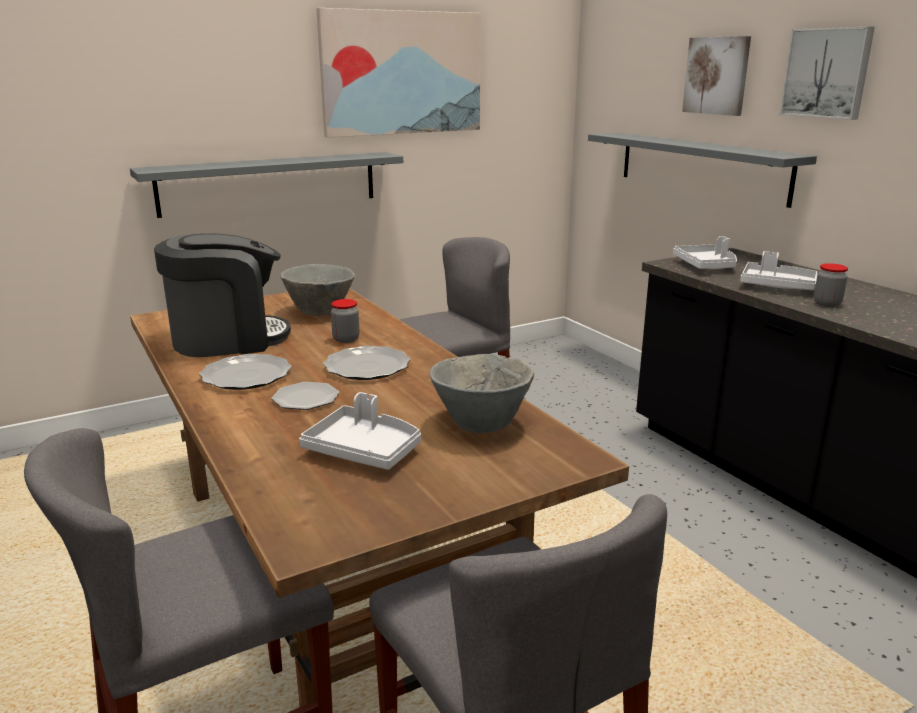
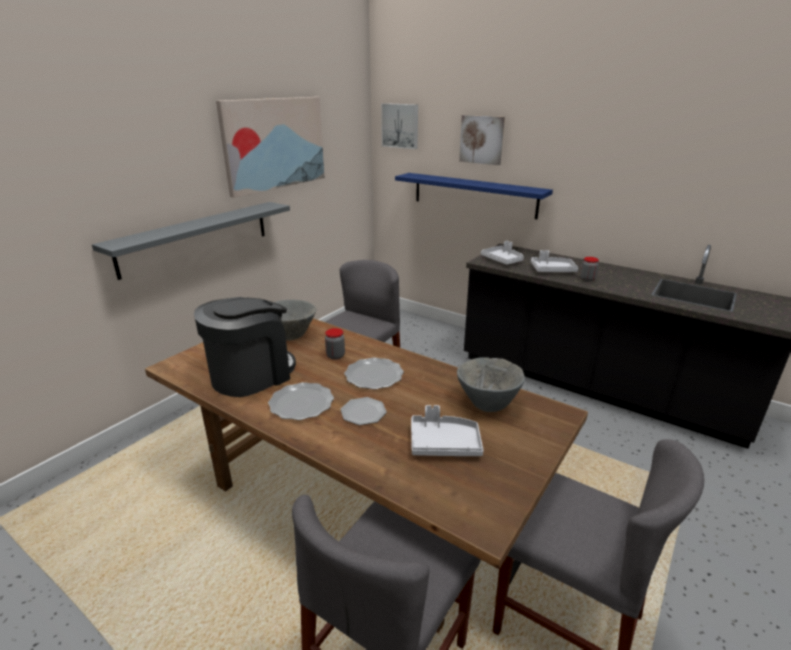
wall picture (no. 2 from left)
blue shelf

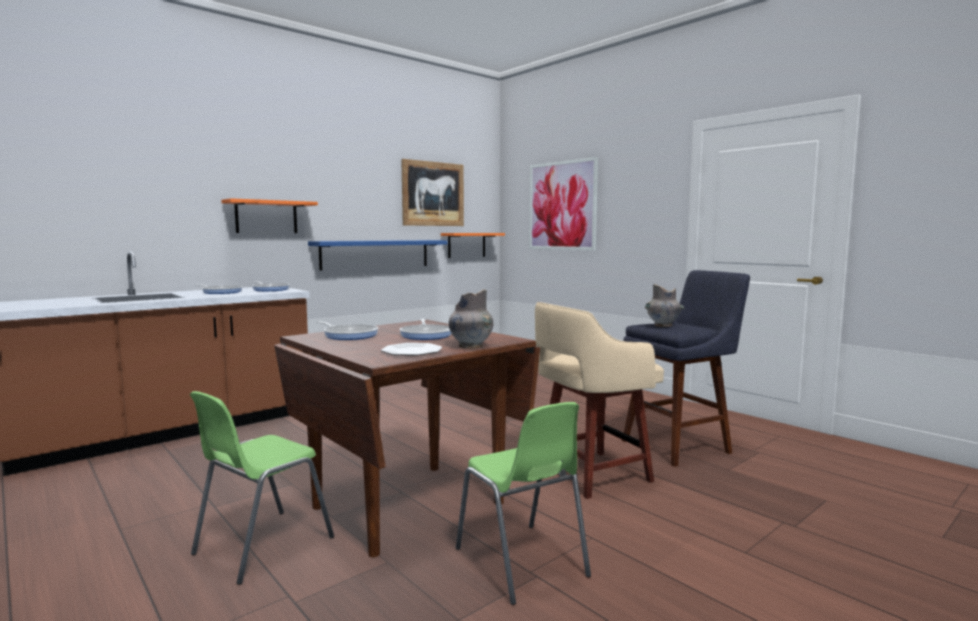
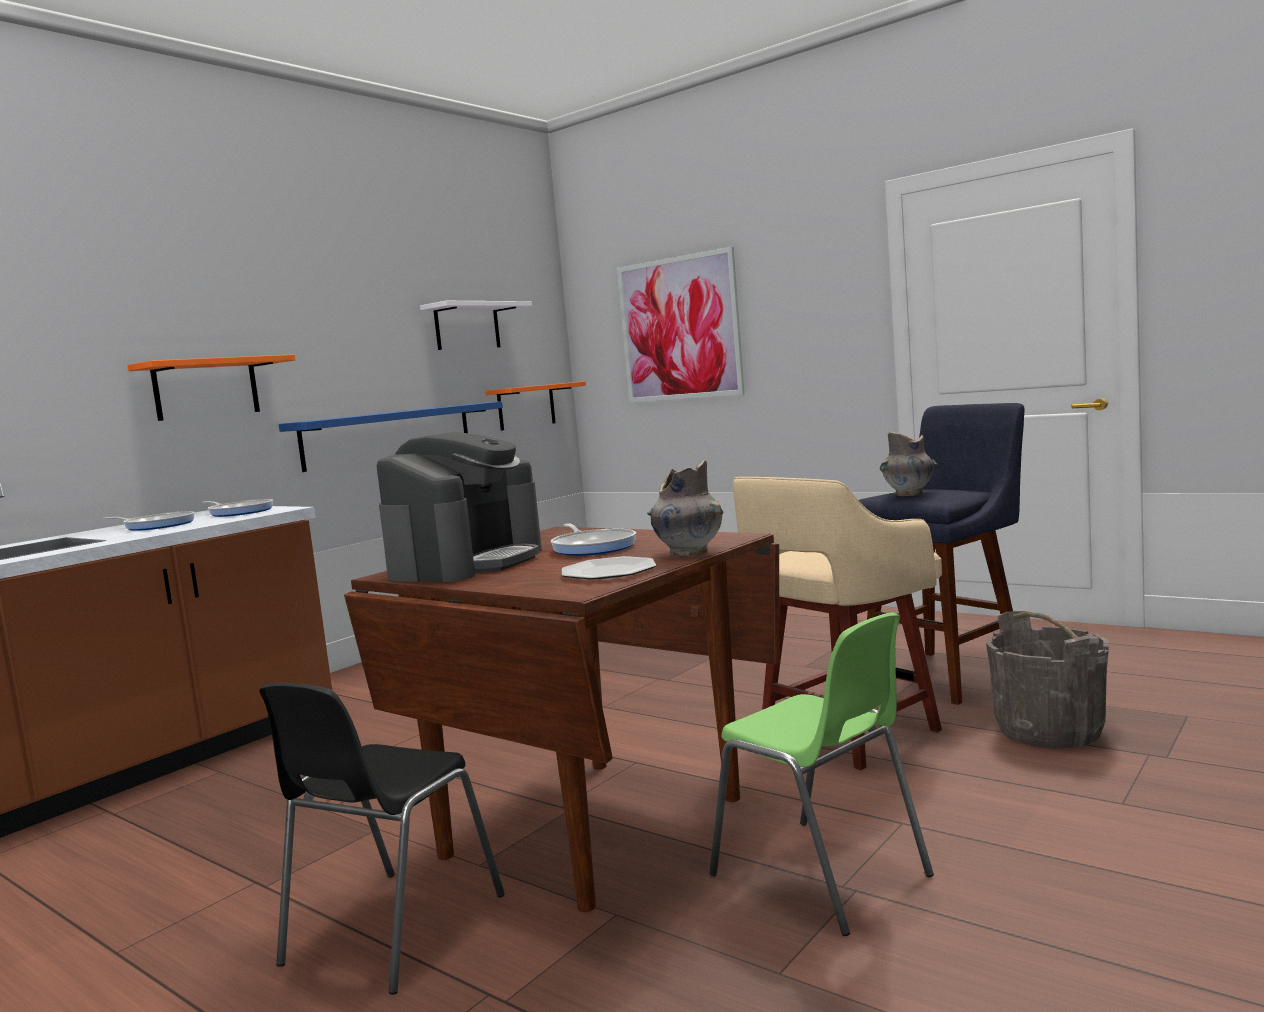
grey pail
coffee maker
white shelf
black chair

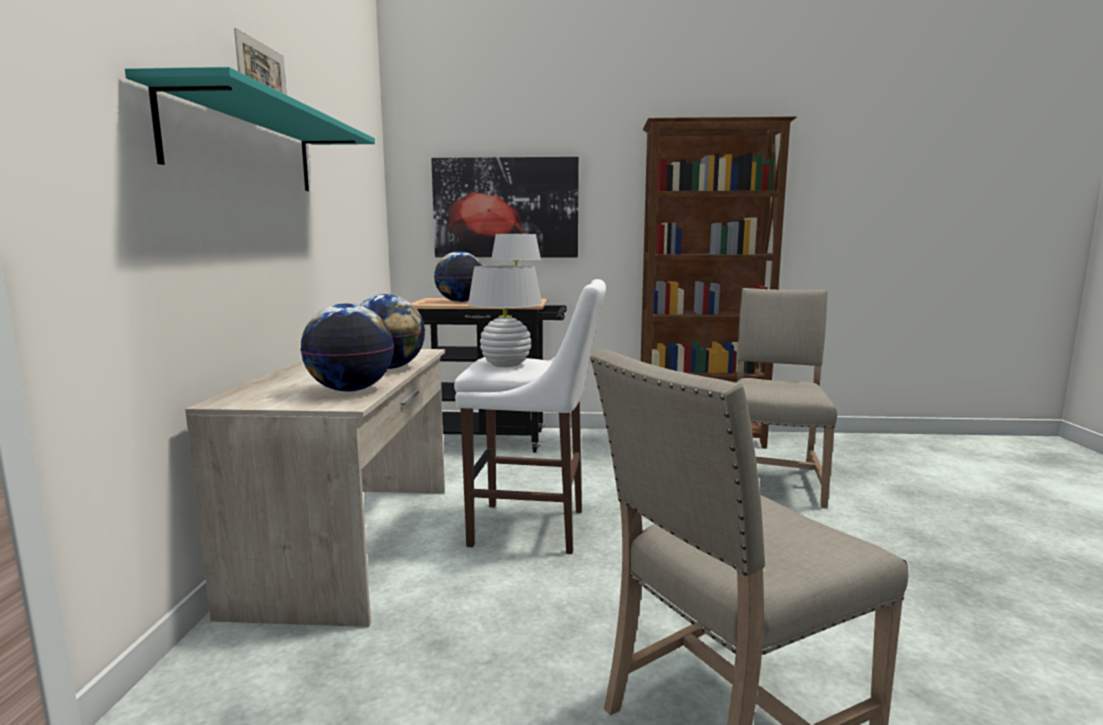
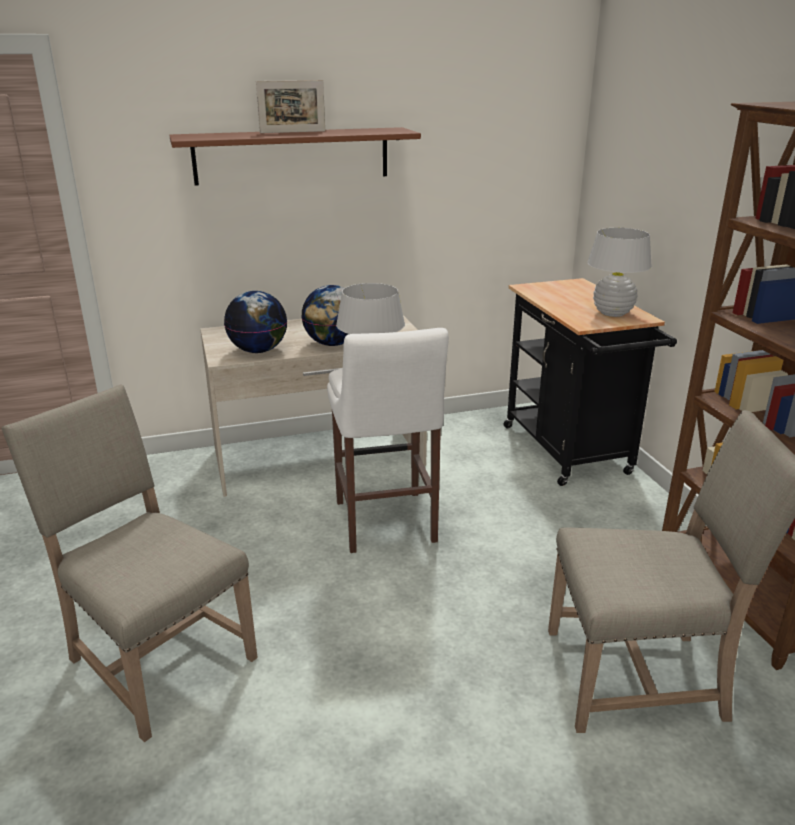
wall picture
world globe (no. 3 from left in the first image)
brown shelf

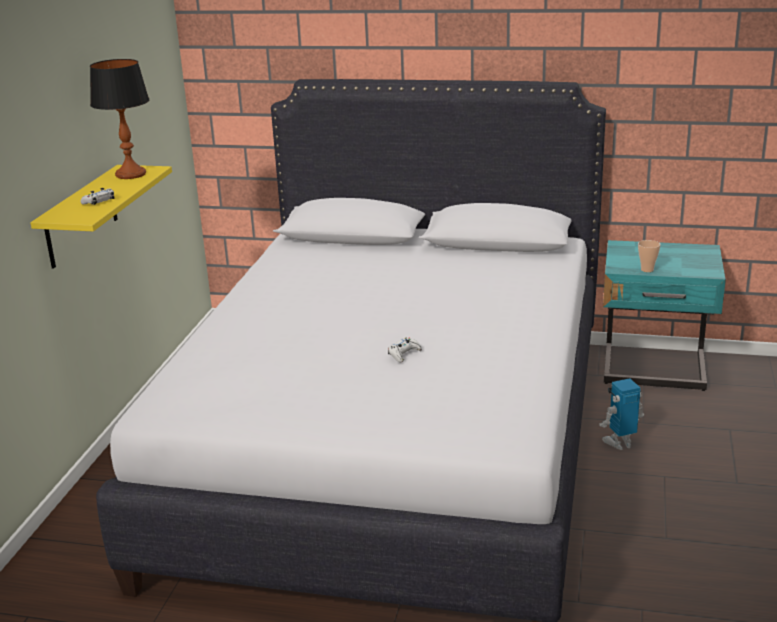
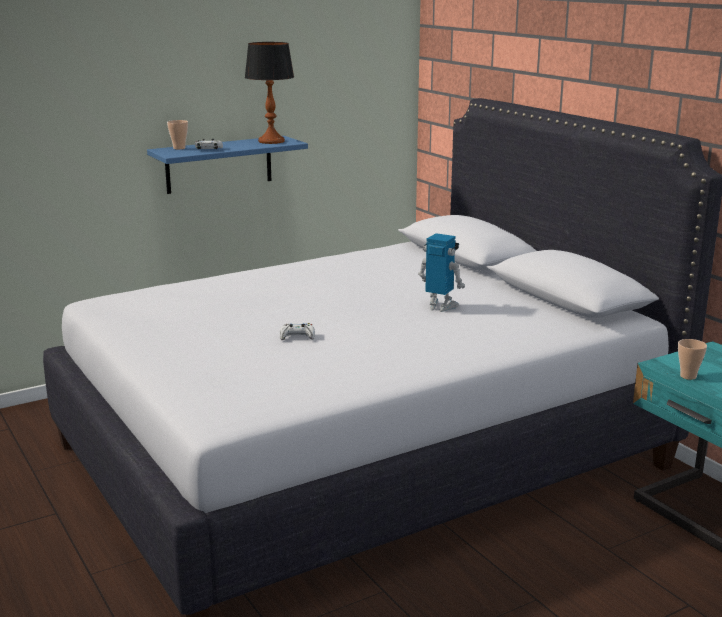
small cup (no. 1 from left)
toy robot
blue shelf

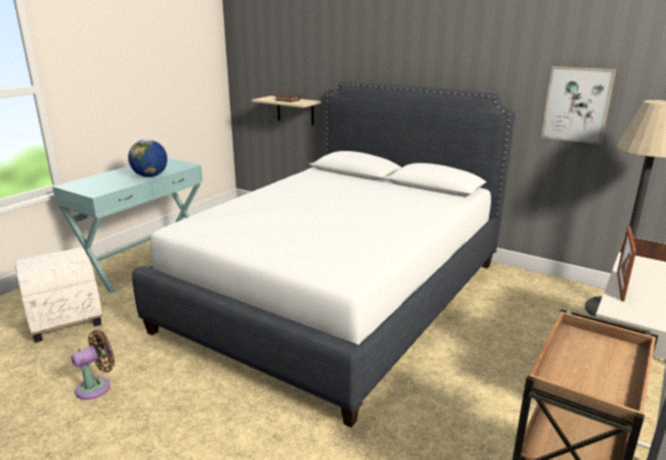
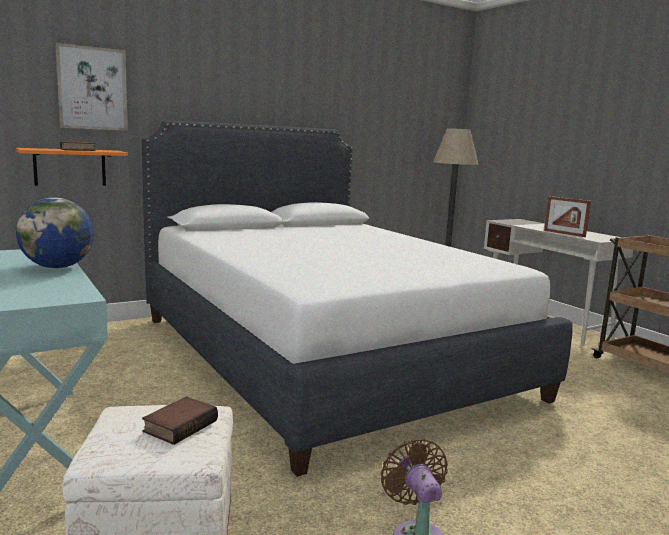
book (no. 2 from left)
wall picture
orange shelf

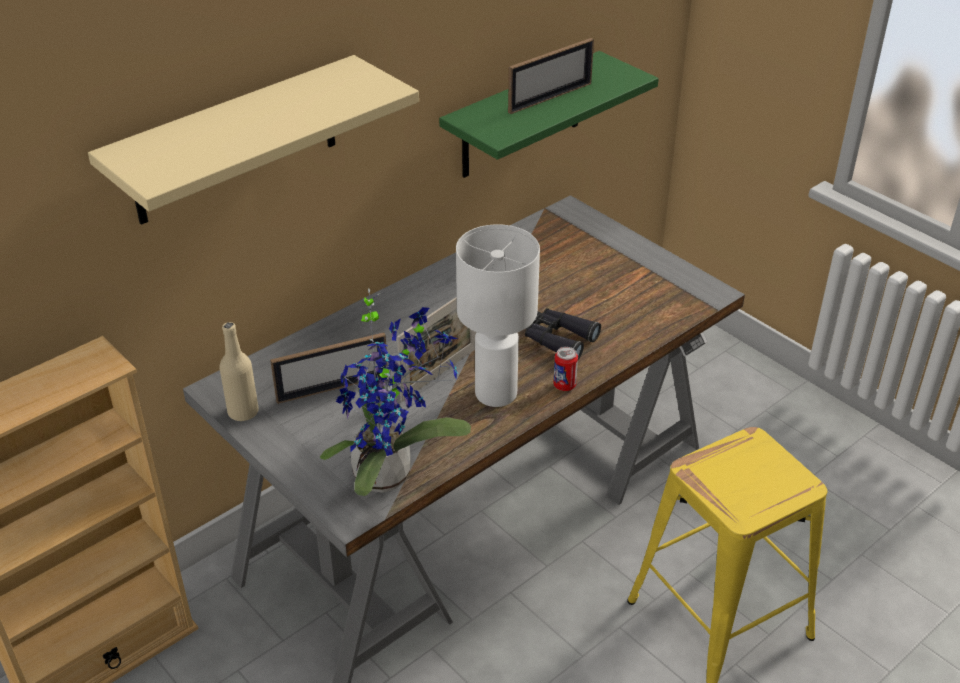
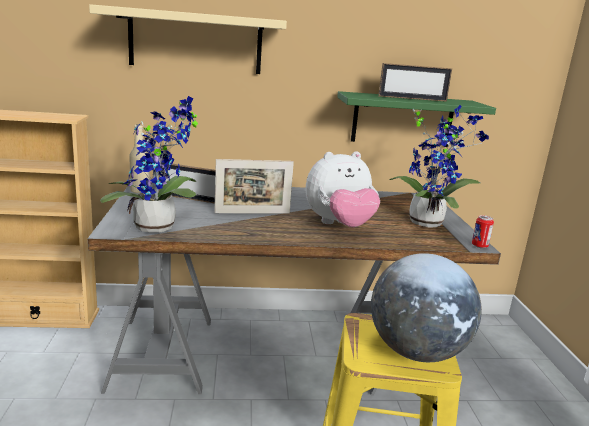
white lamp for a table
world globe
plant in a pot (no. 2 from left)
can
plush toy

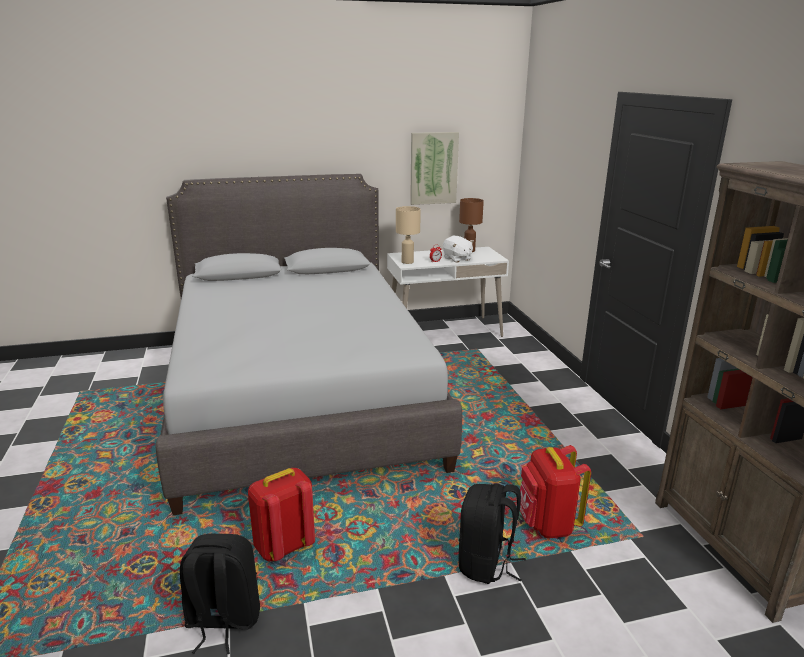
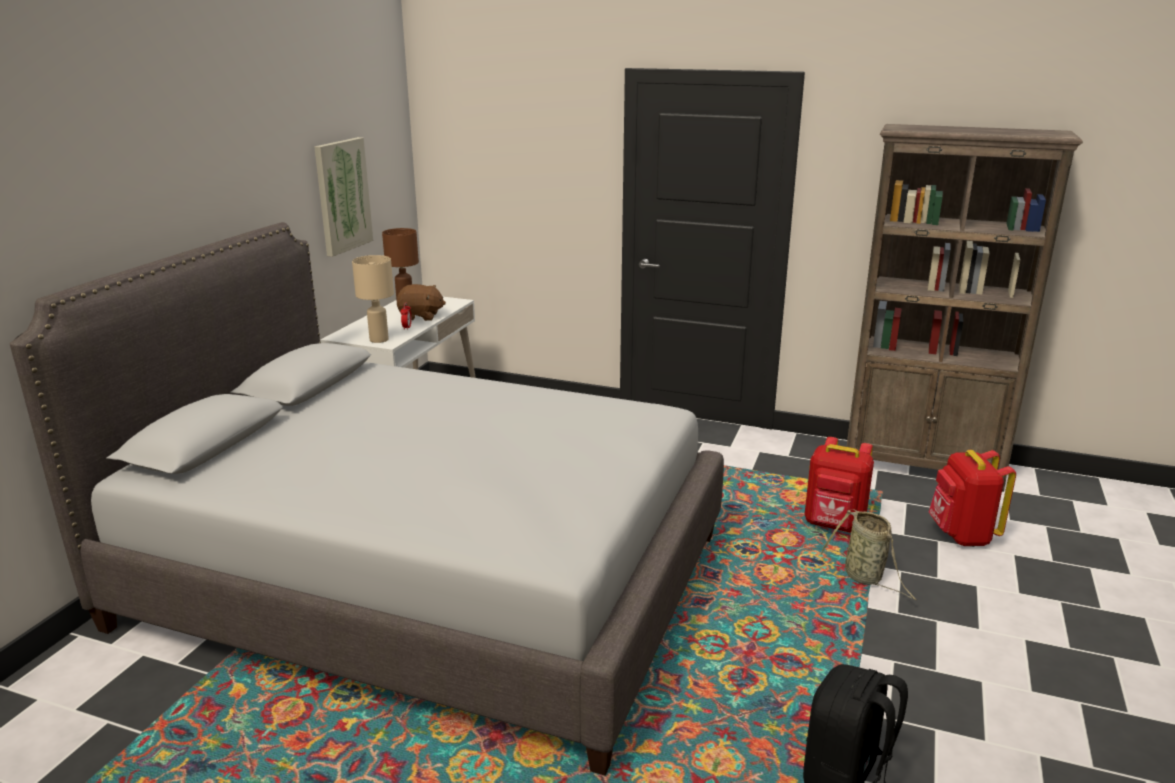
red-coloured knapsack (no. 2 from left)
basket
brown plush toy

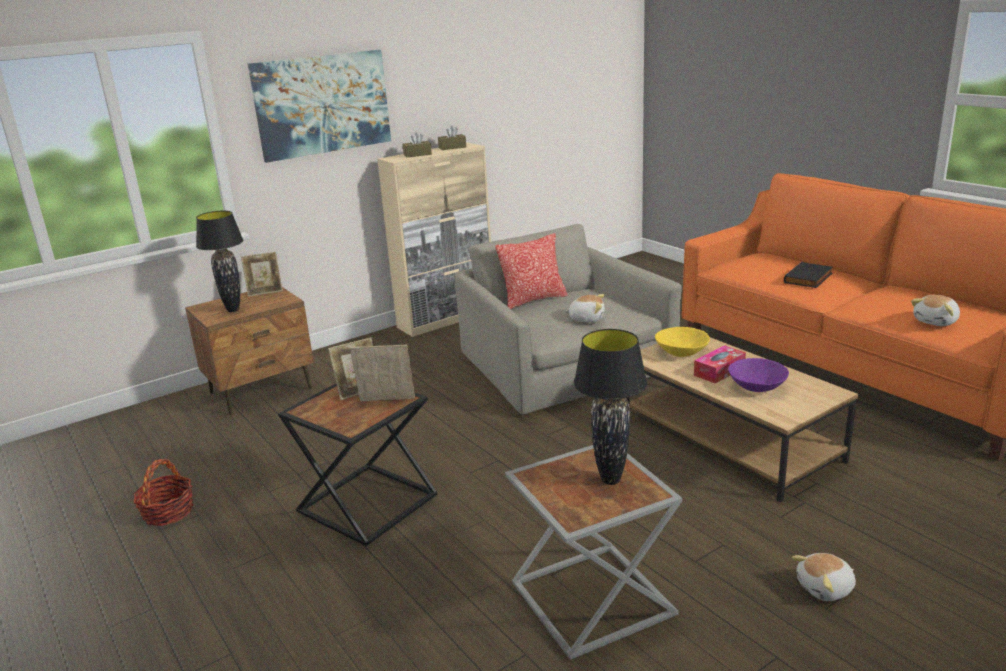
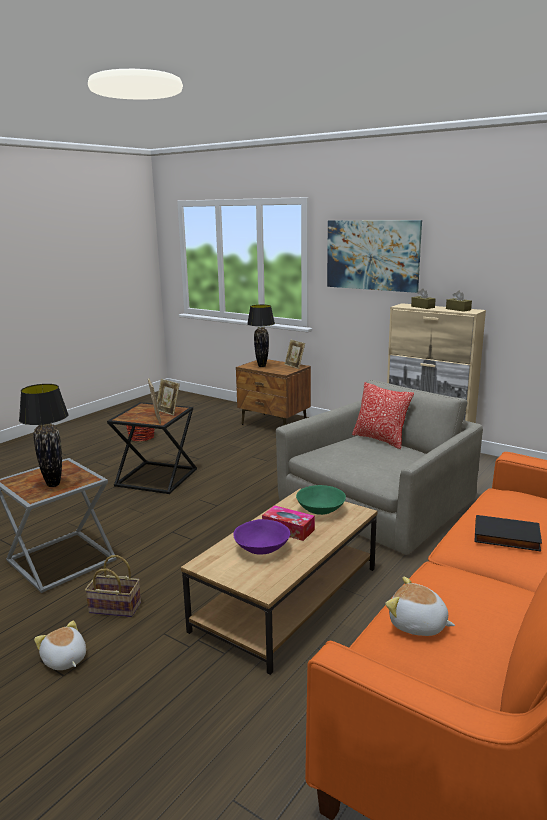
plush toy (no. 1 from left in the first image)
basket (no. 1 from left)
greenish serving bowl

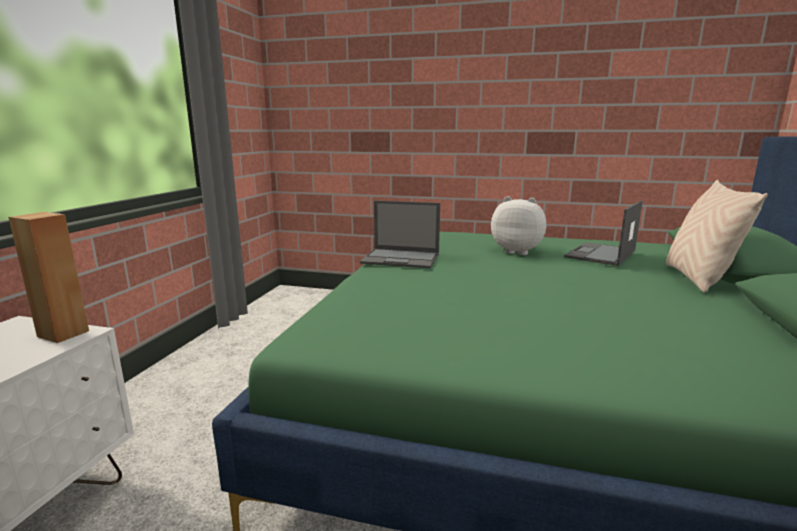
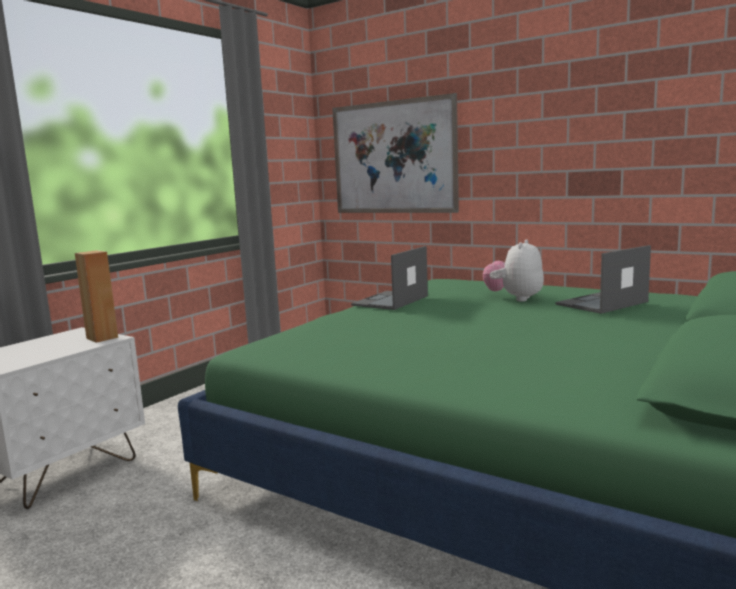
beige throw pillow
wall picture
portable computer (no. 1 from left)
plush toy

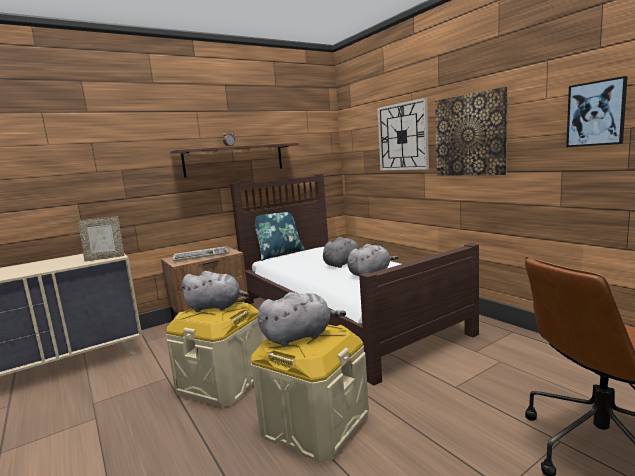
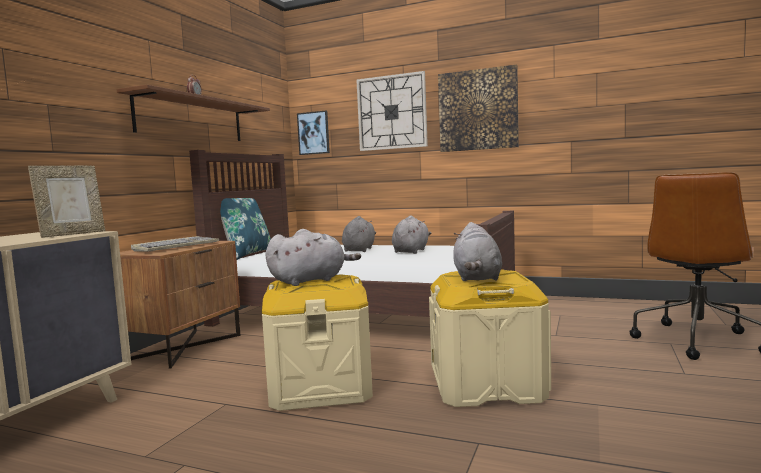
wall picture (no. 1 from left)
grey plush toy (no. 4 from left)

